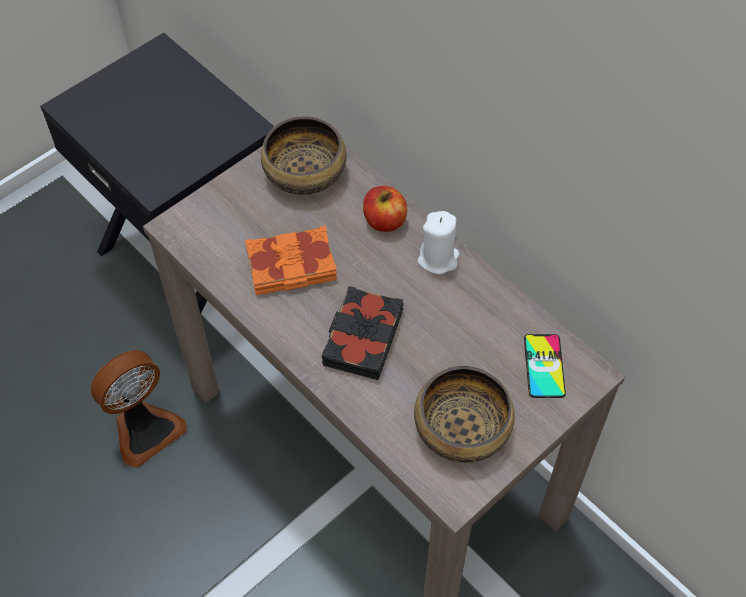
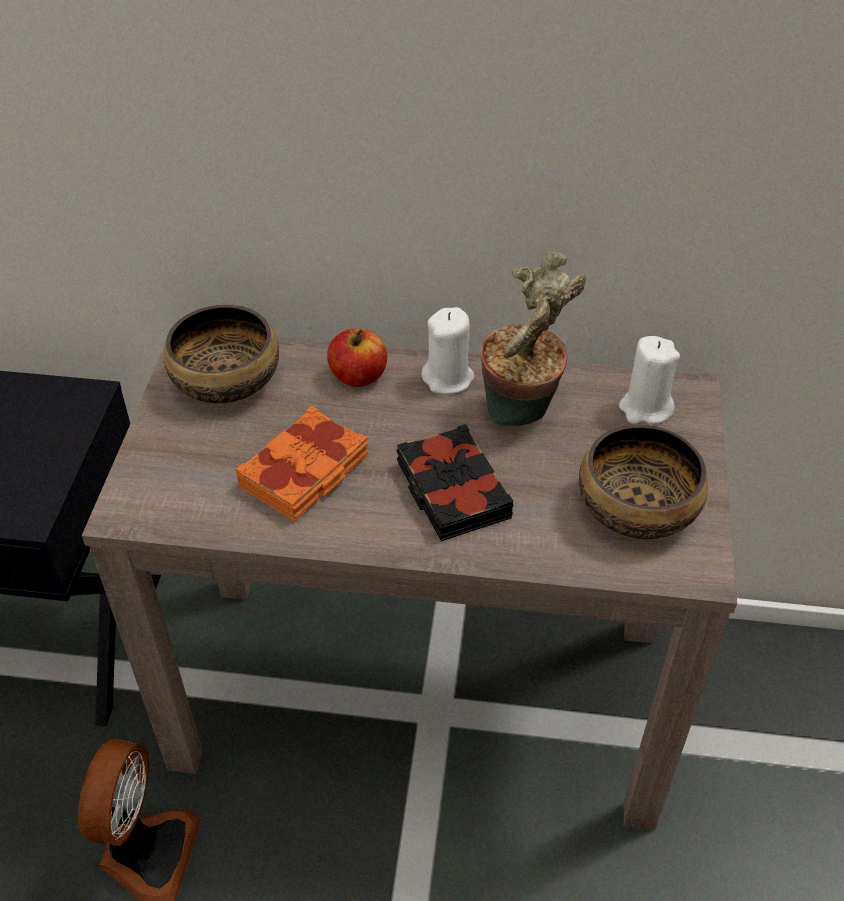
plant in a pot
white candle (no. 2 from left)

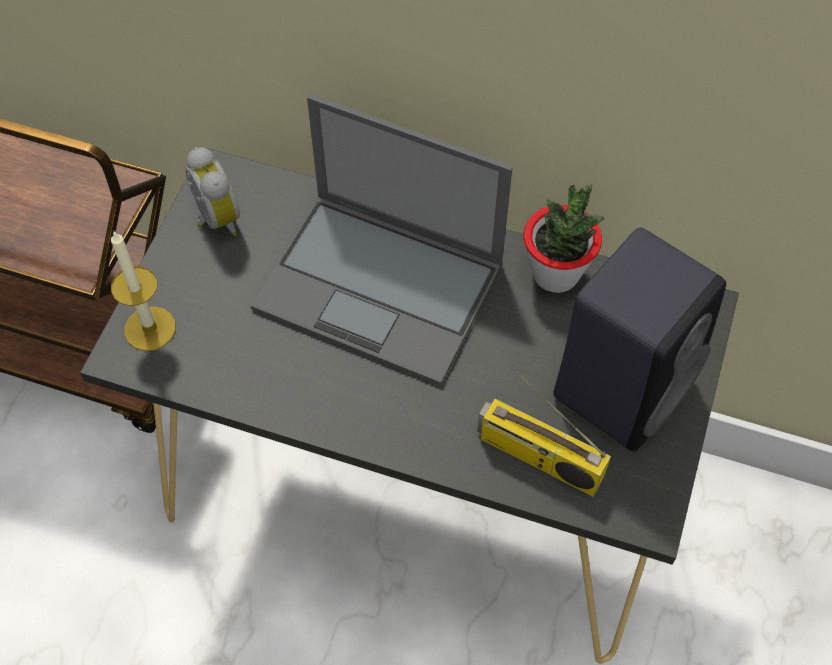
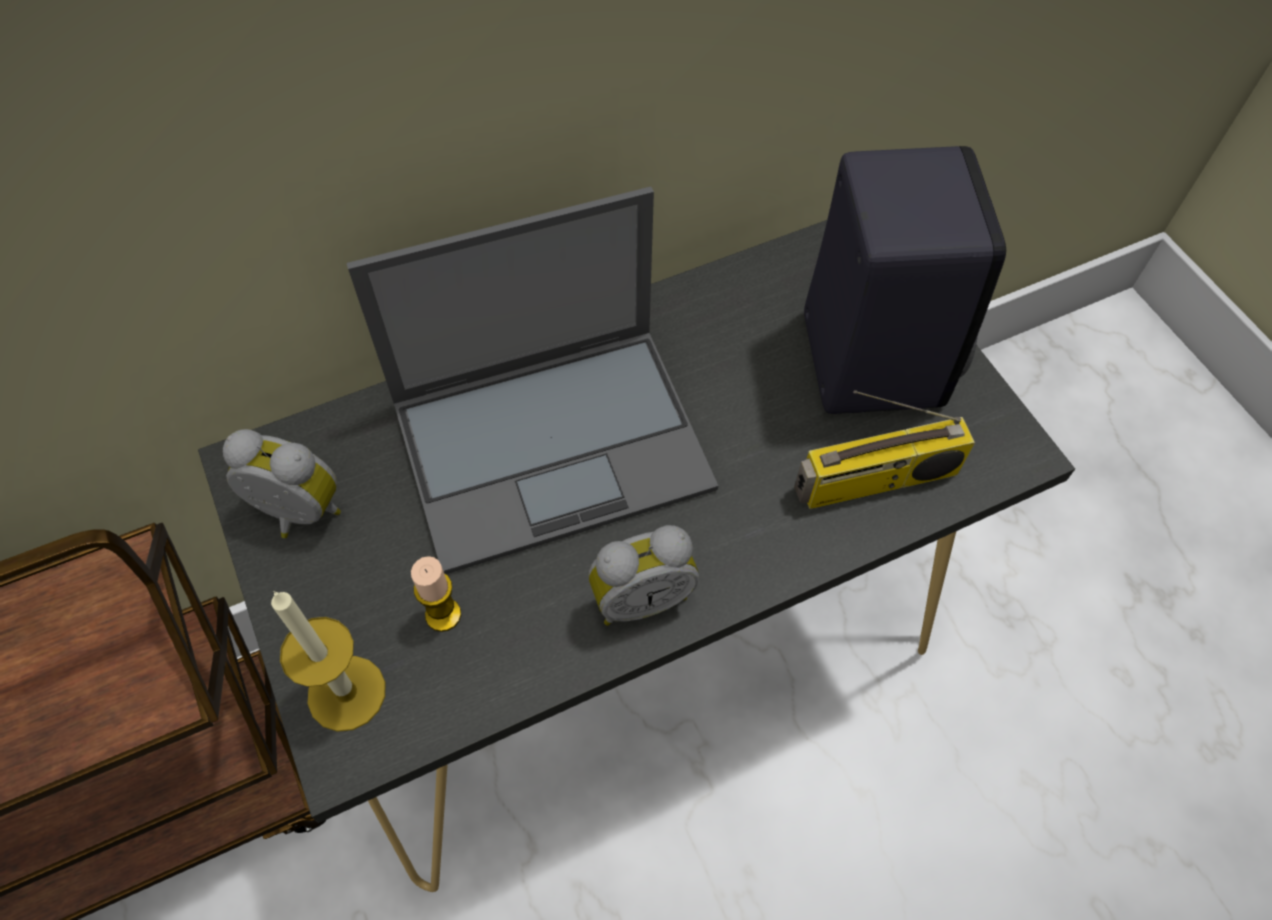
plant in a pot
candle (no. 2 from left)
bedside clock (no. 2 from left)

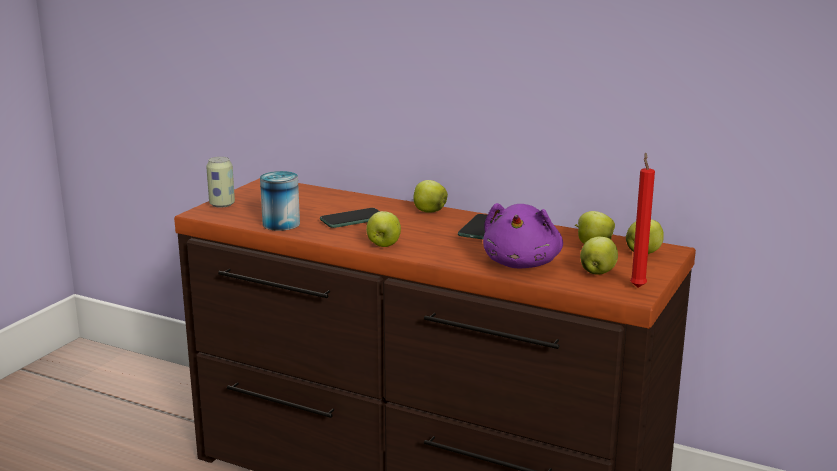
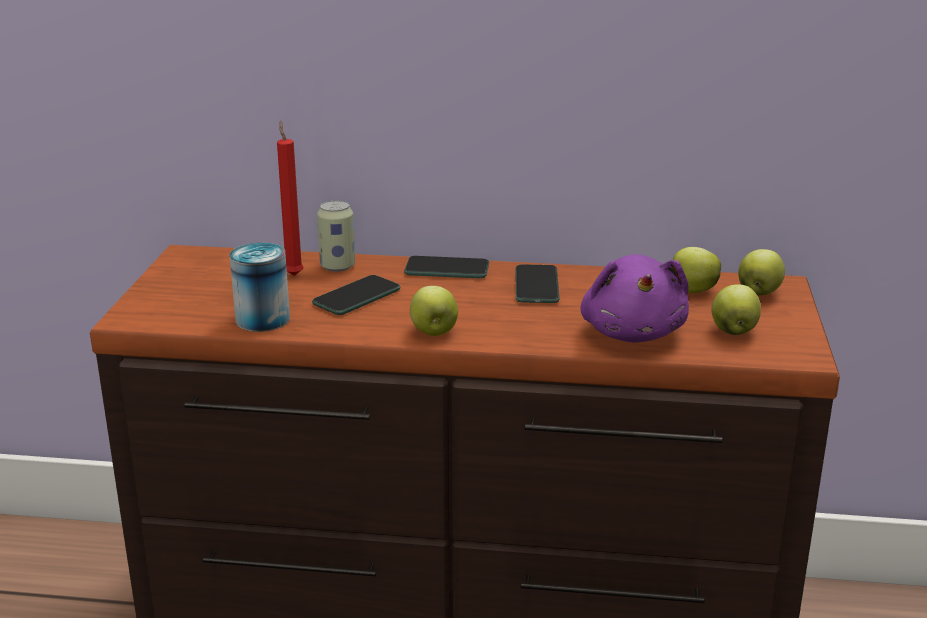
can (no. 2 from left)
red-coloured candle
handset (no. 2 from left)

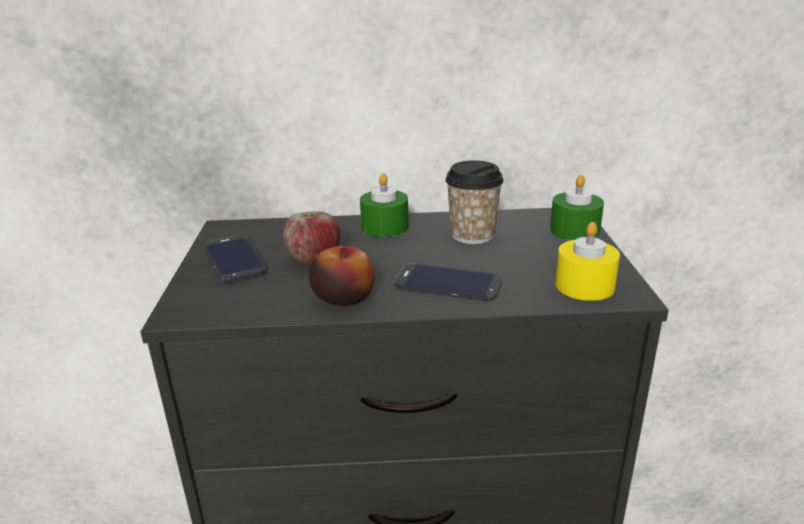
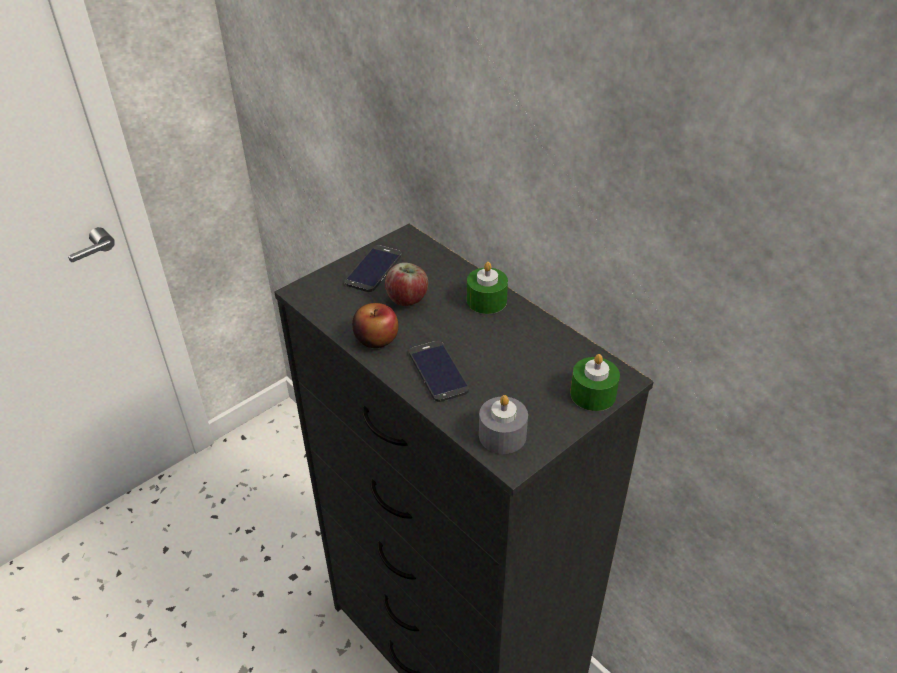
small cup
grey candle

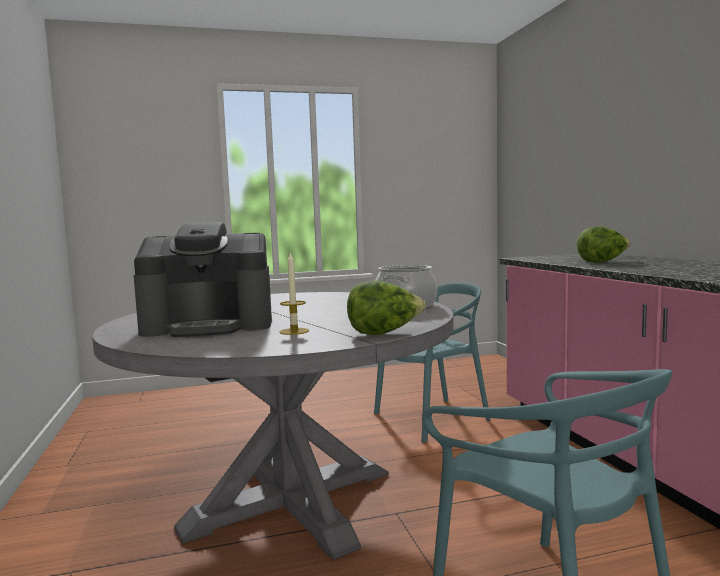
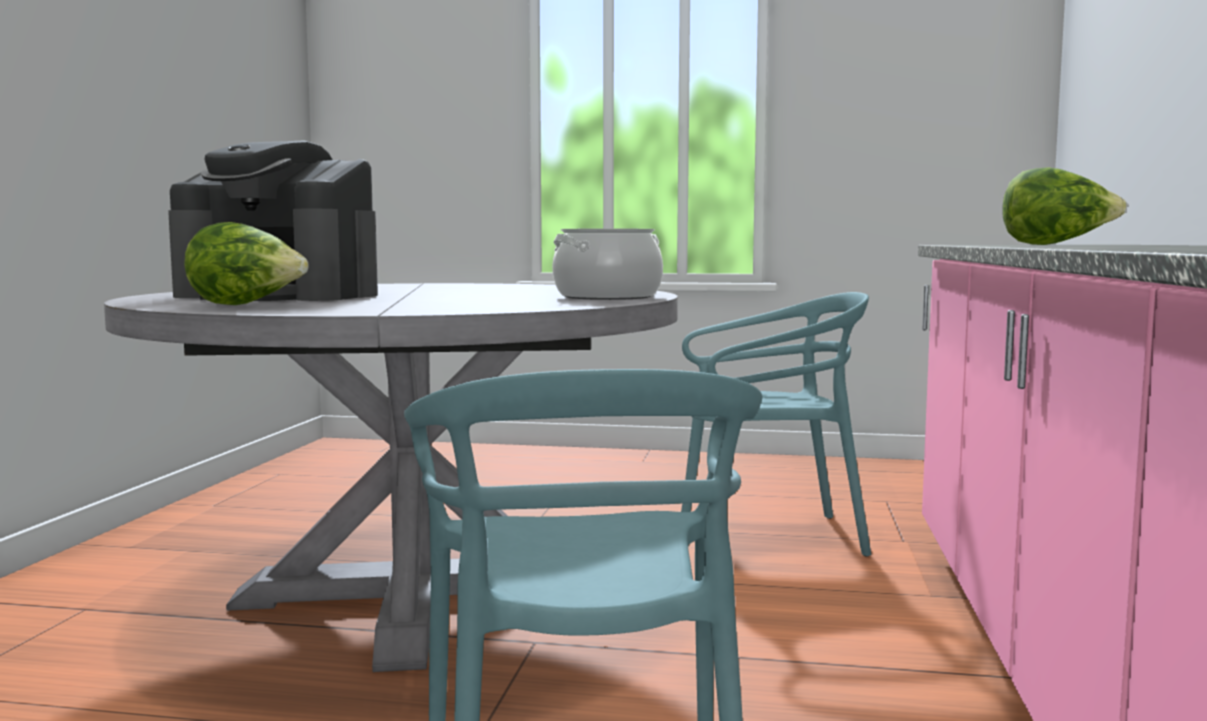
candle
lettuce (no. 1 from left)

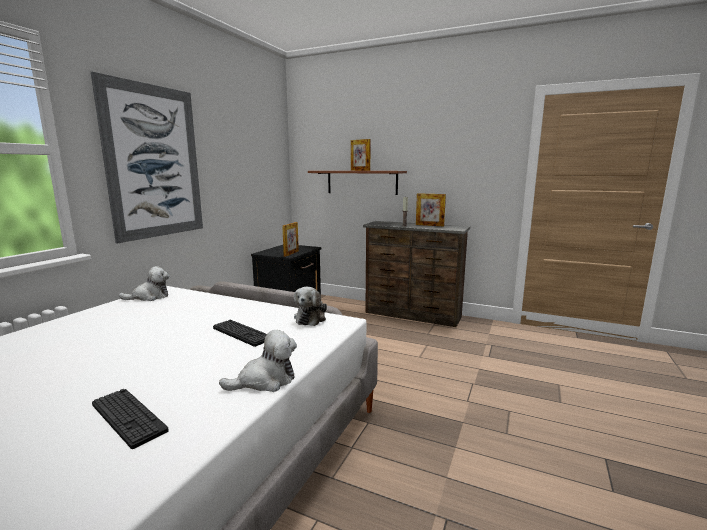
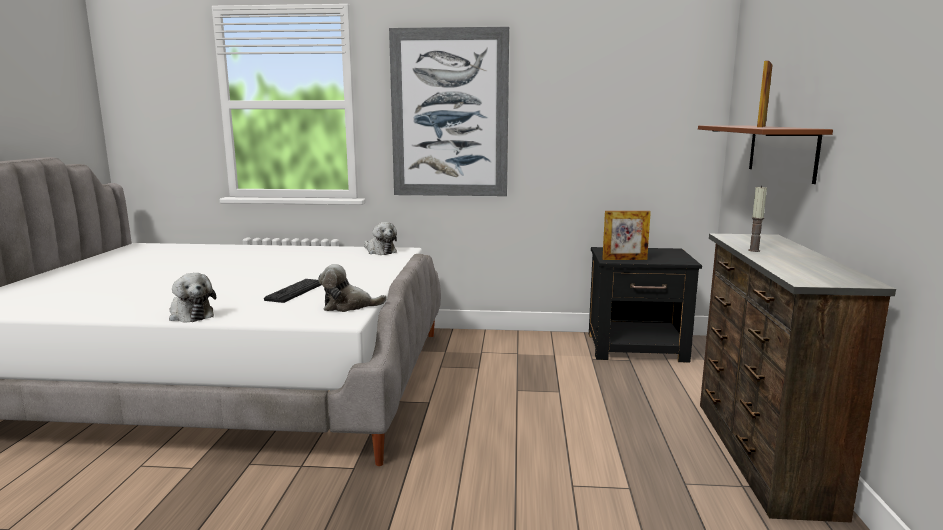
computer keyboard (no. 1 from left in the first image)
standing frame (no. 3 from left in the first image)

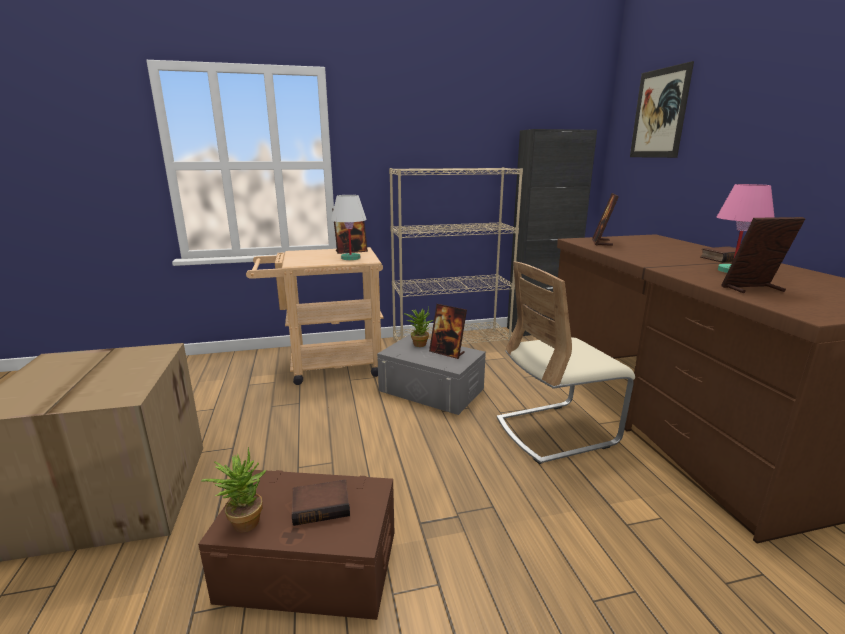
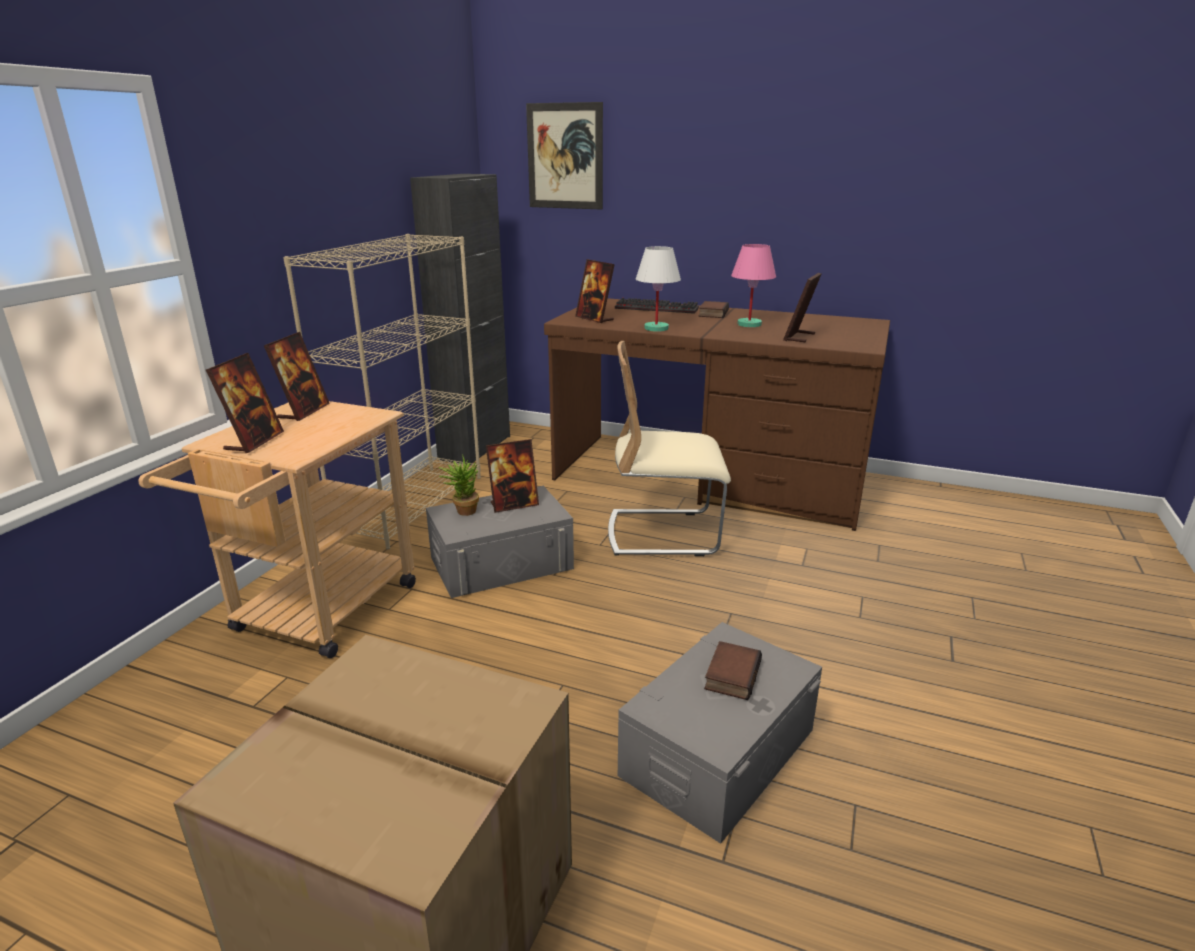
plant in a pot (no. 1 from left in the first image)
standing frame (no. 1 from left)
computer keyboard
white lamp for a table
grey storage bin (no. 2 from left)
beige chair

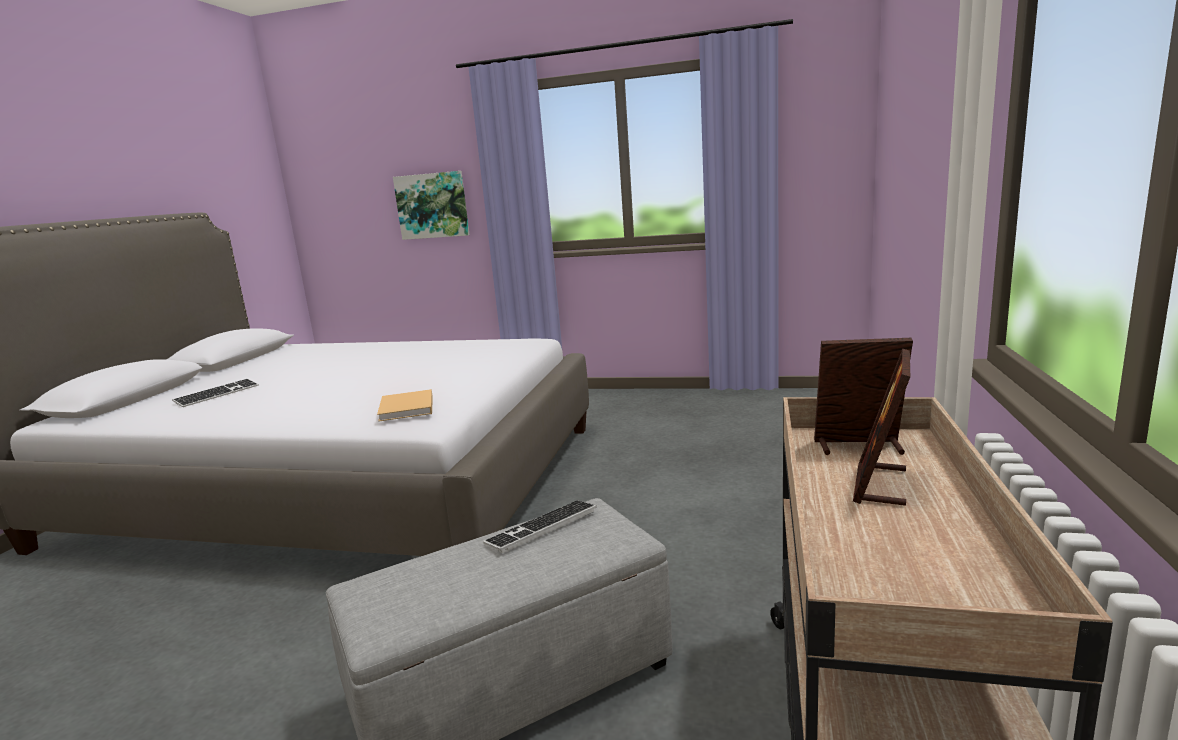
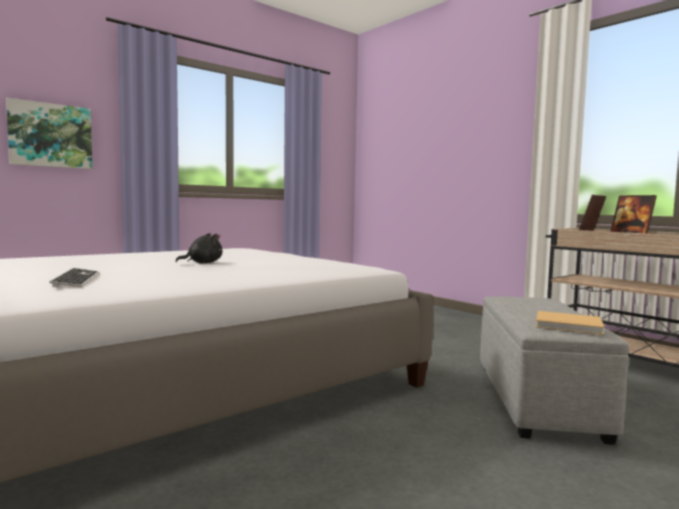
computer keyboard (no. 2 from left in the first image)
black plush toy
beige book

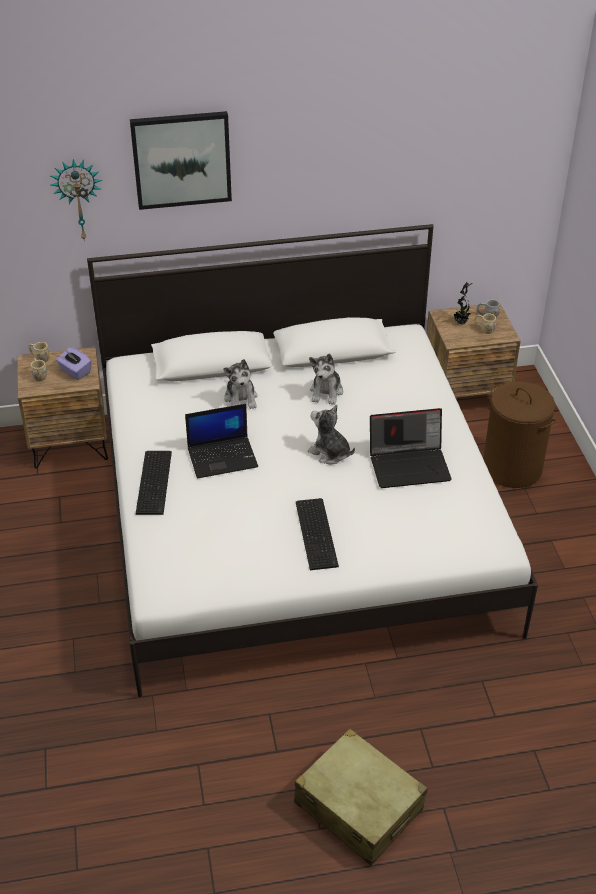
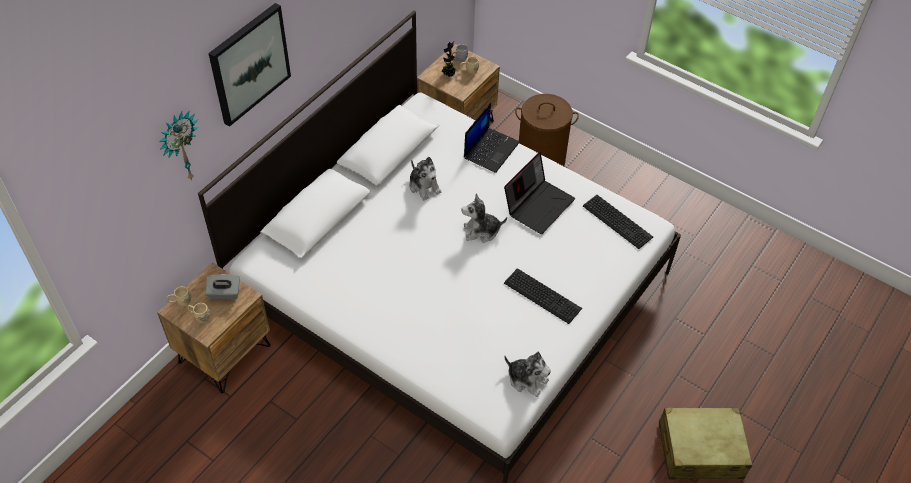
computer keyboard (no. 2 from left)
portable computer (no. 1 from left)
plush toy (no. 3 from left)
grey tissue holder

